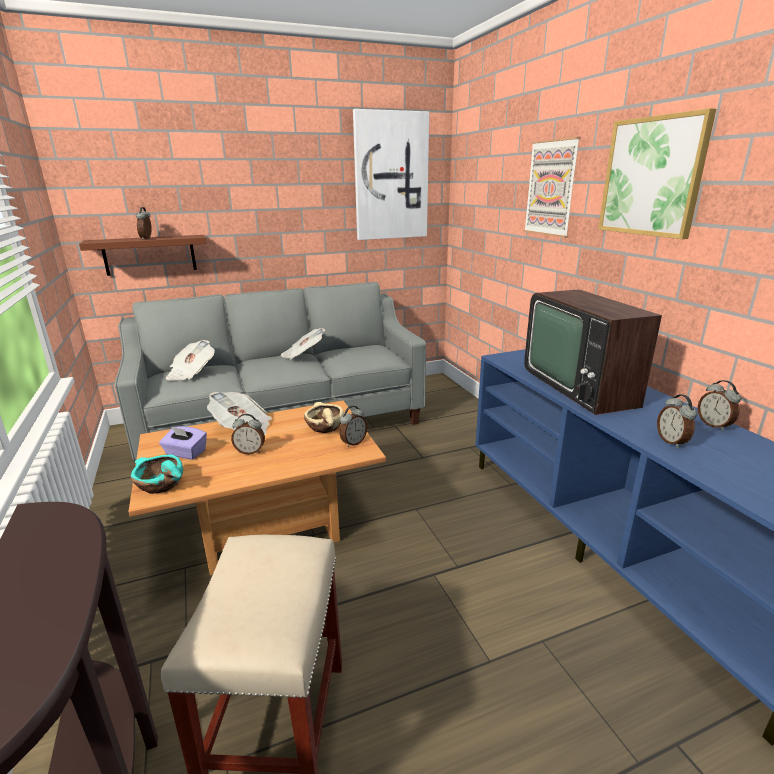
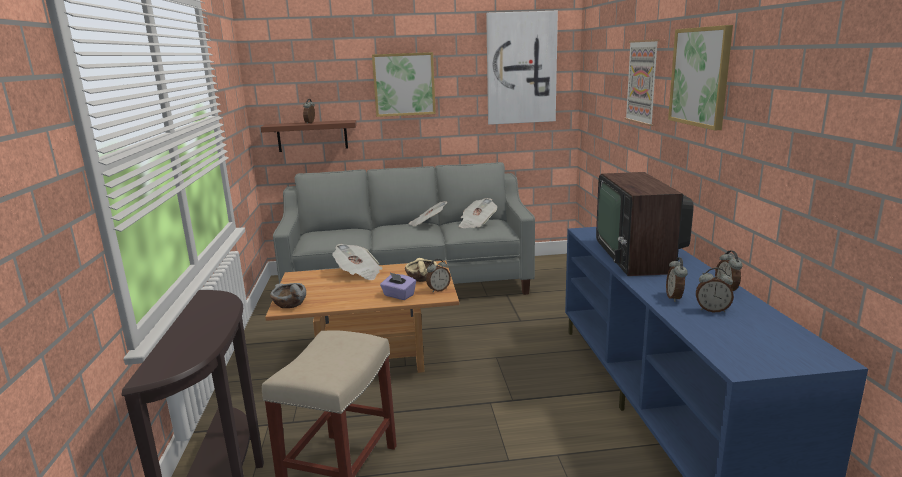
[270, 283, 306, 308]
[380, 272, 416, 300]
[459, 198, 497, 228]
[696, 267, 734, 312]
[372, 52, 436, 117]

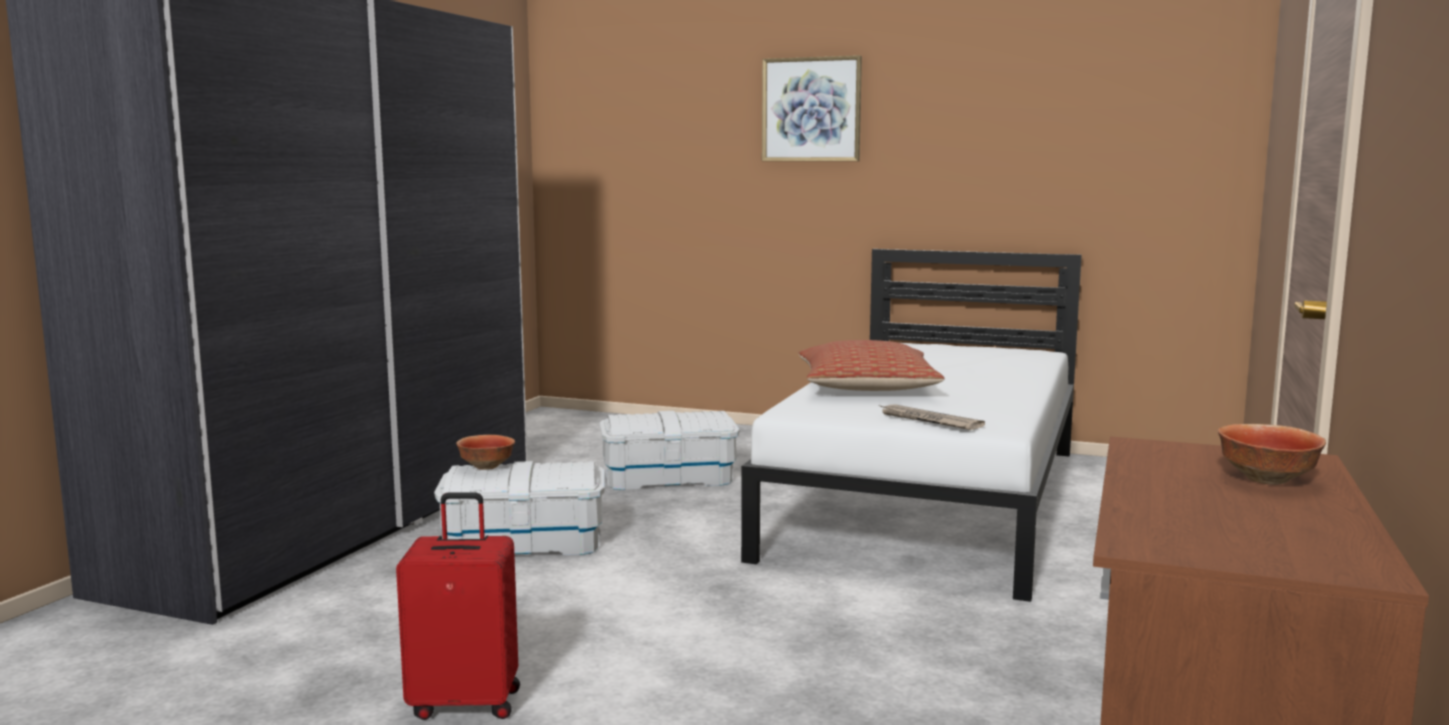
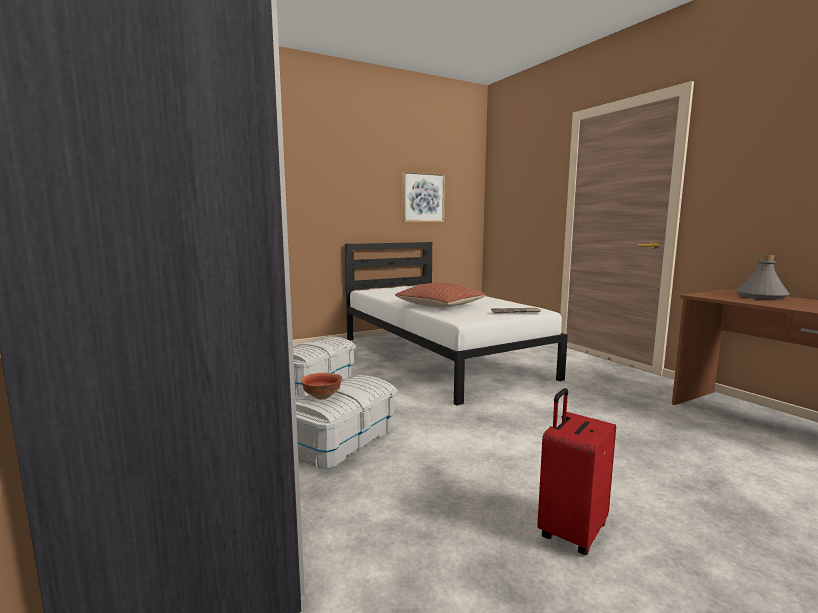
[402, 171, 445, 222]
[736, 255, 790, 300]

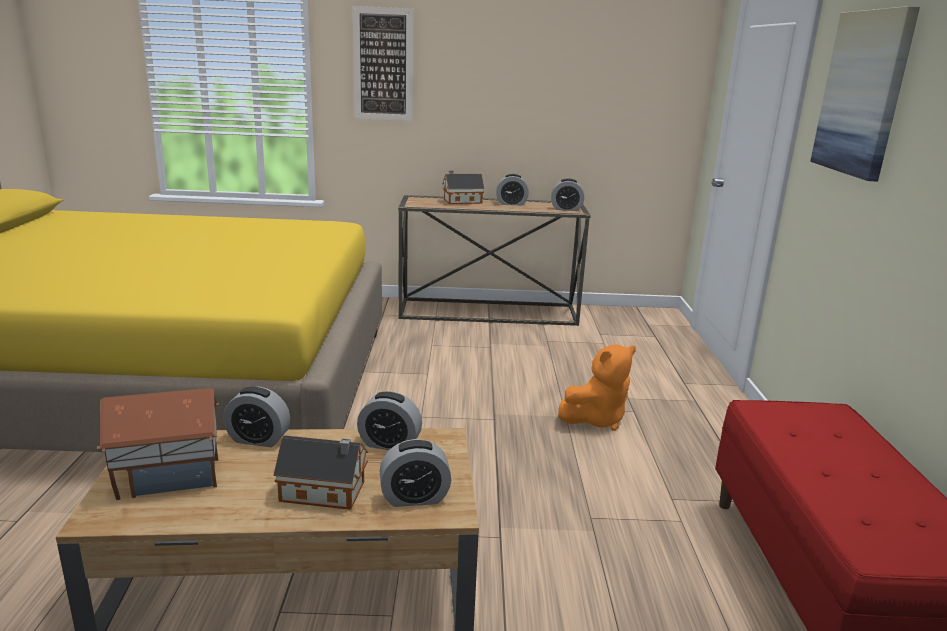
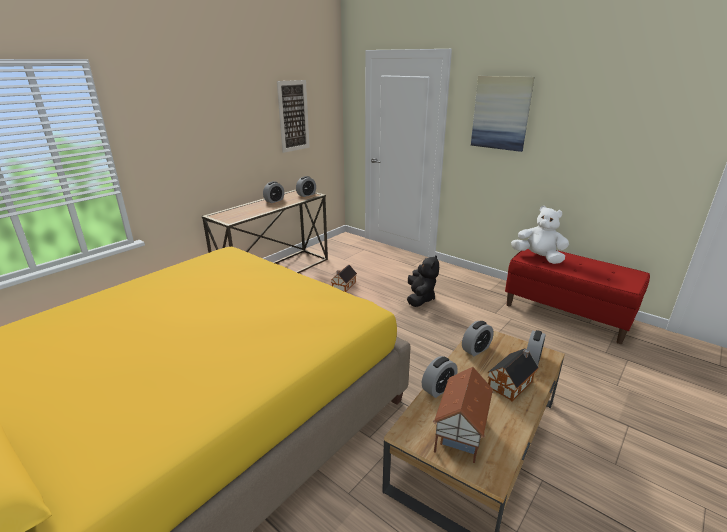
[277, 80, 310, 153]
[331, 265, 357, 292]
[407, 255, 439, 307]
[511, 206, 569, 264]

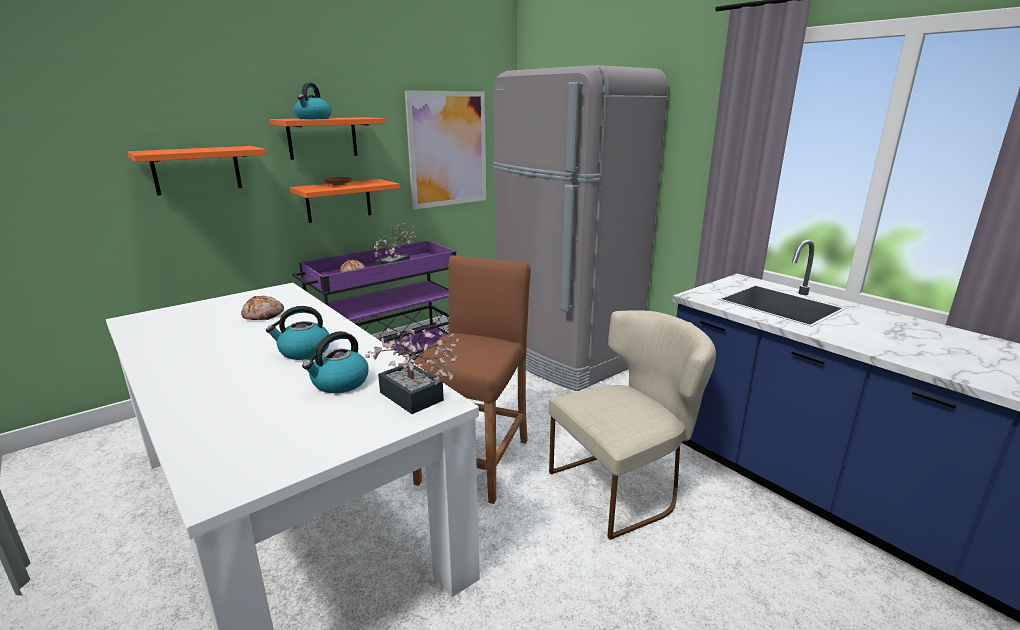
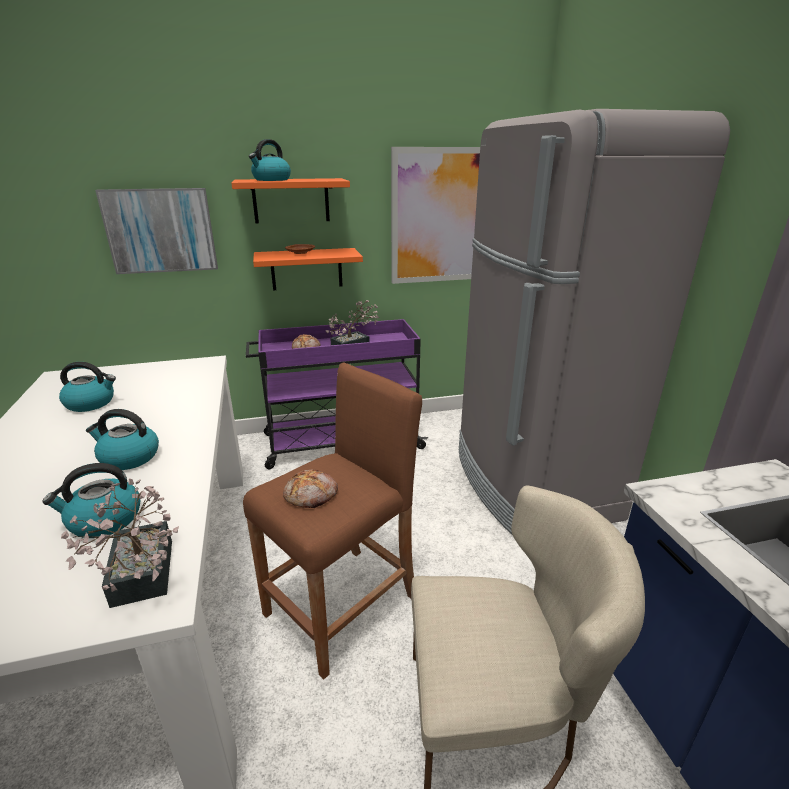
[95, 188, 218, 274]
[283, 470, 338, 508]
[59, 362, 116, 412]

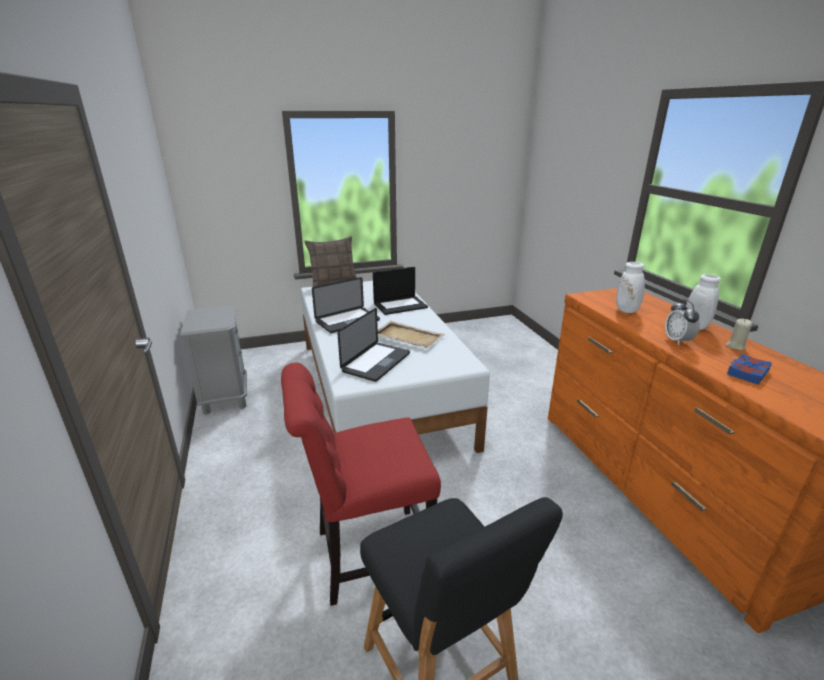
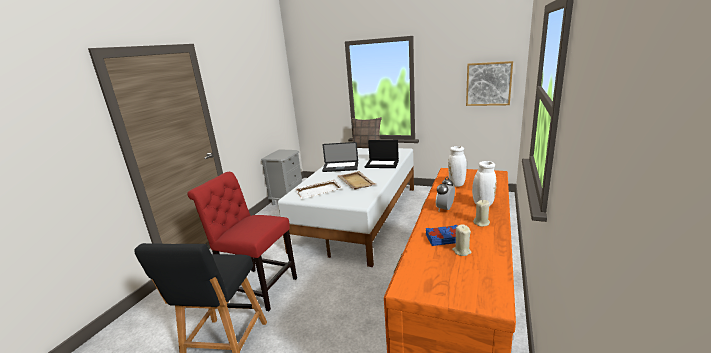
[295, 180, 343, 199]
[452, 224, 472, 256]
[466, 61, 513, 106]

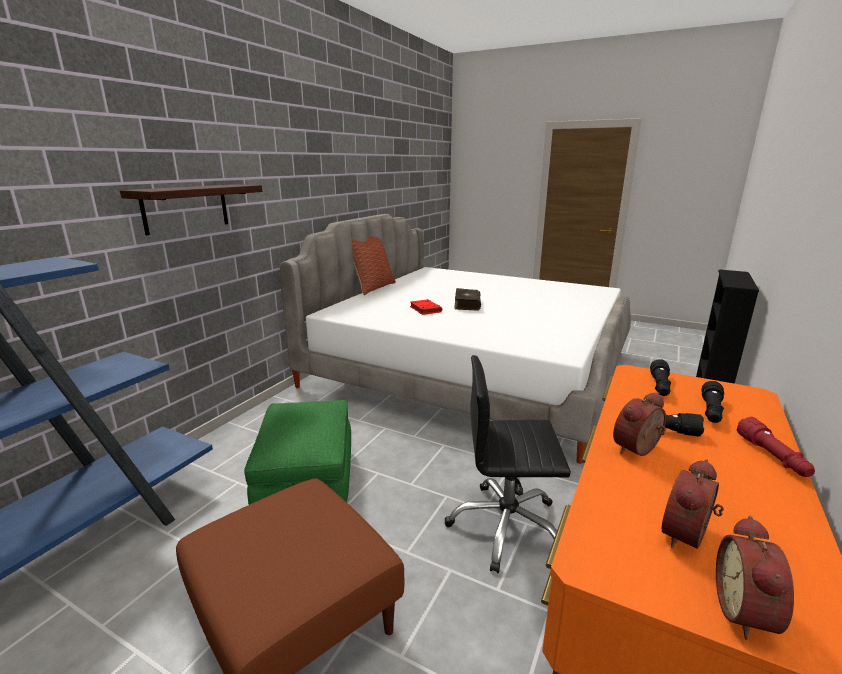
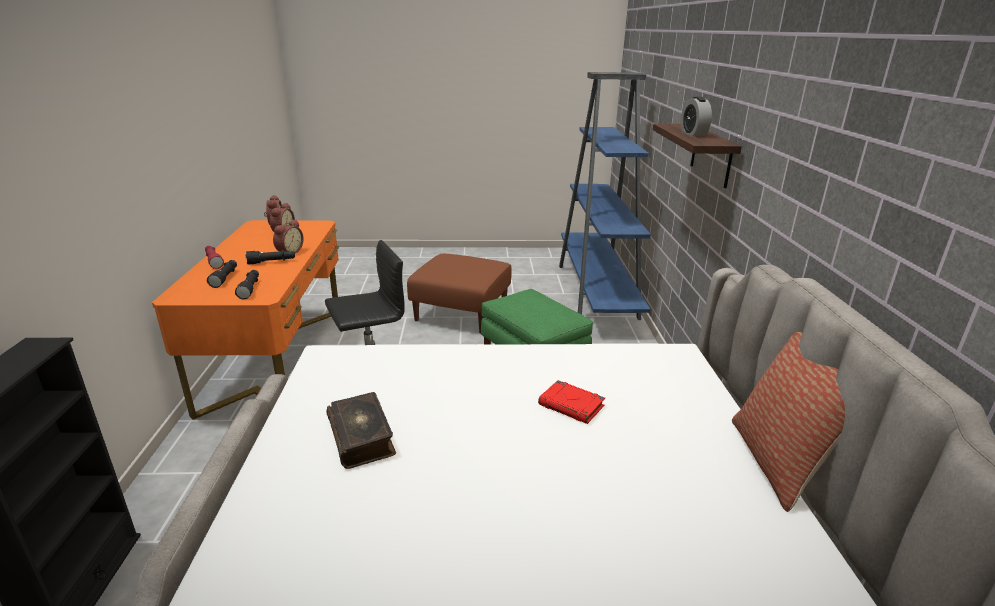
[326, 392, 396, 469]
[681, 97, 712, 136]

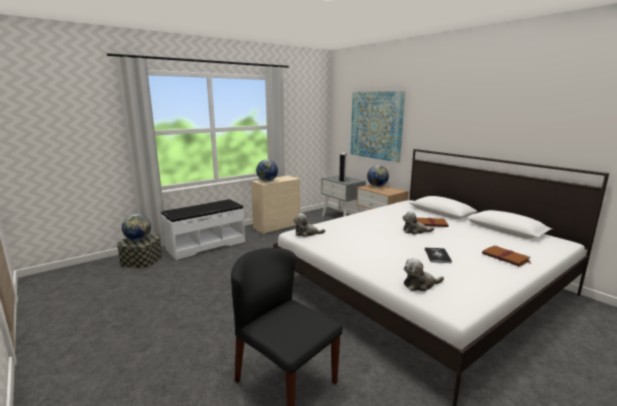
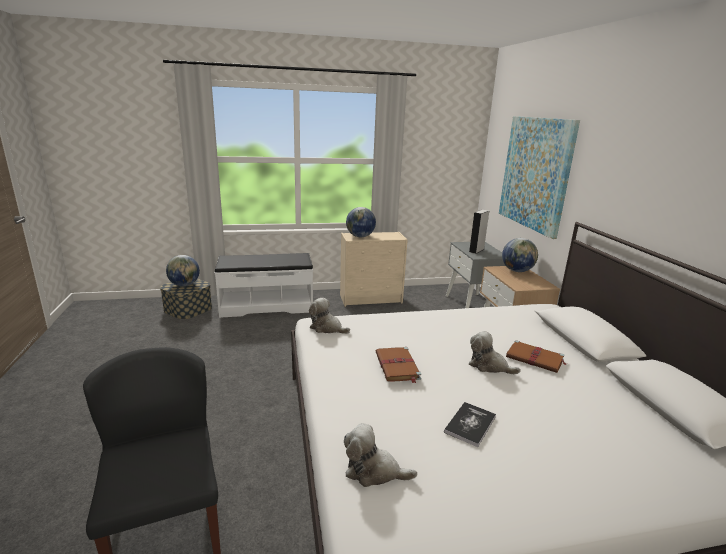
[376, 347, 421, 383]

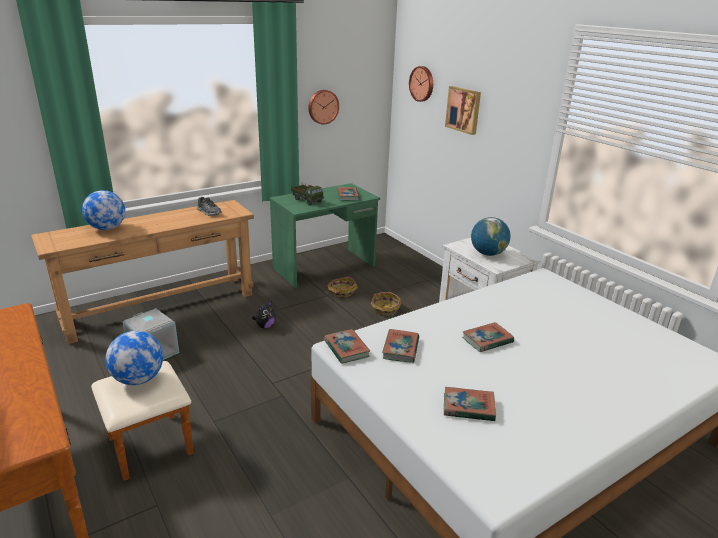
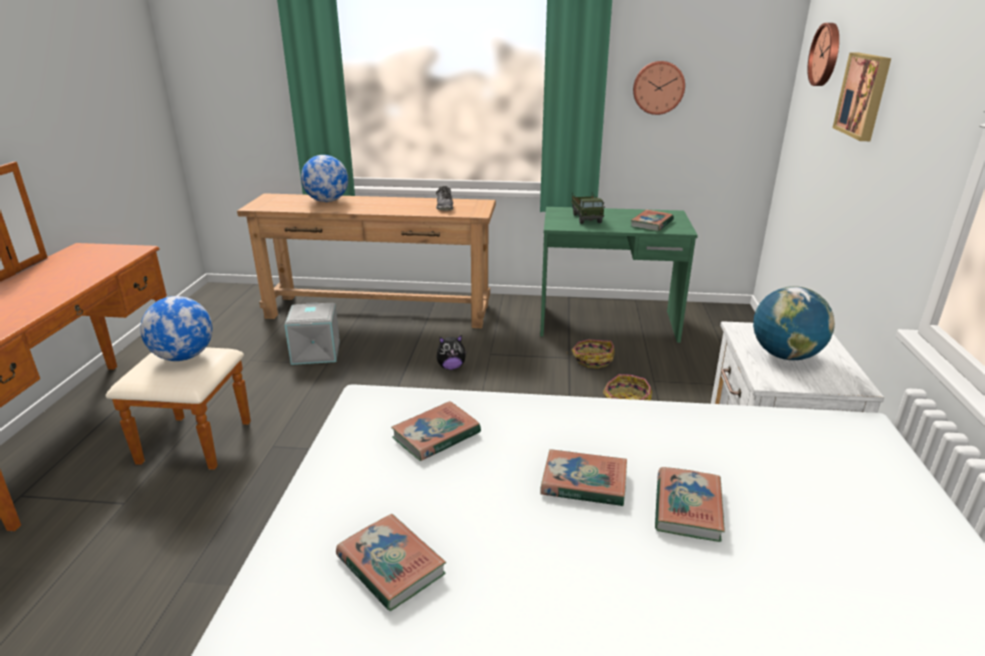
[655, 467, 725, 542]

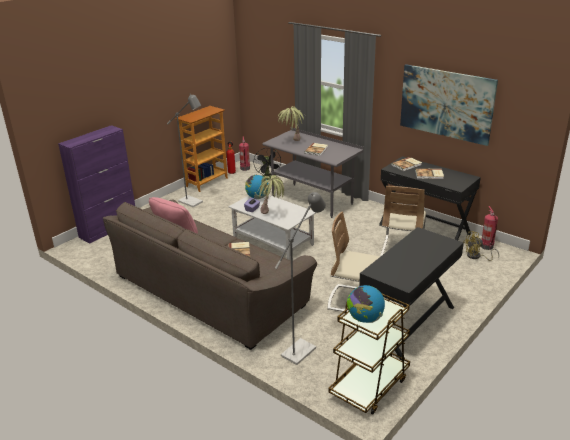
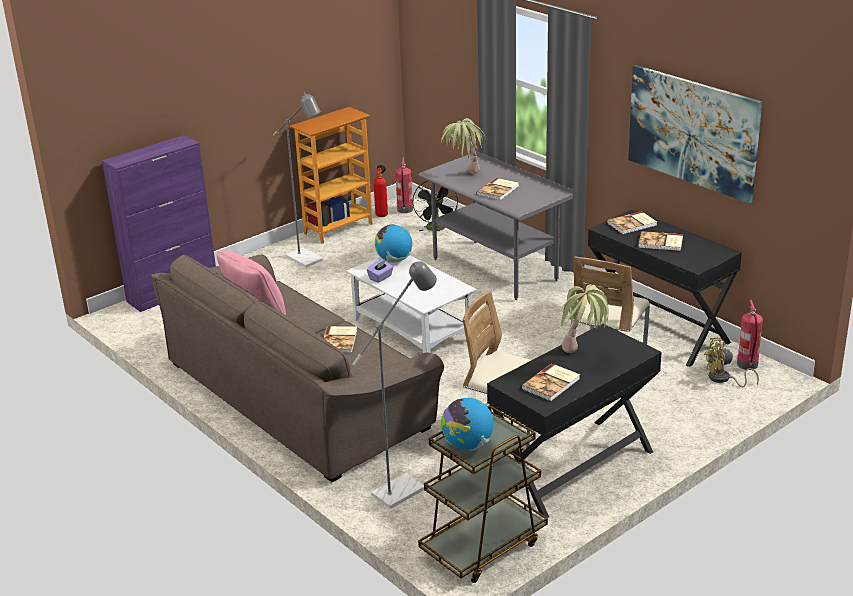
[558, 285, 609, 353]
[521, 363, 580, 401]

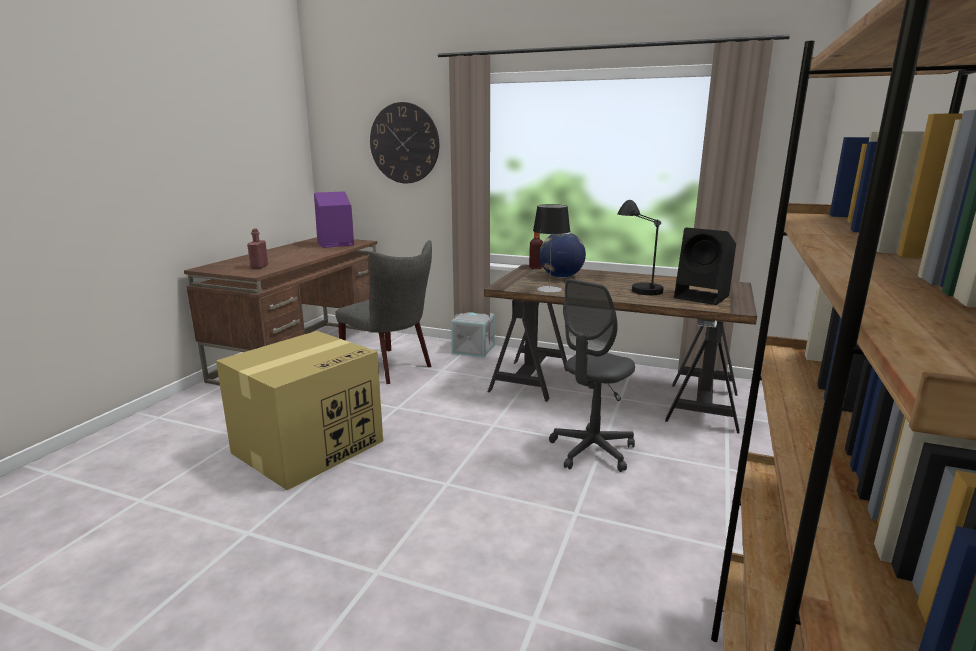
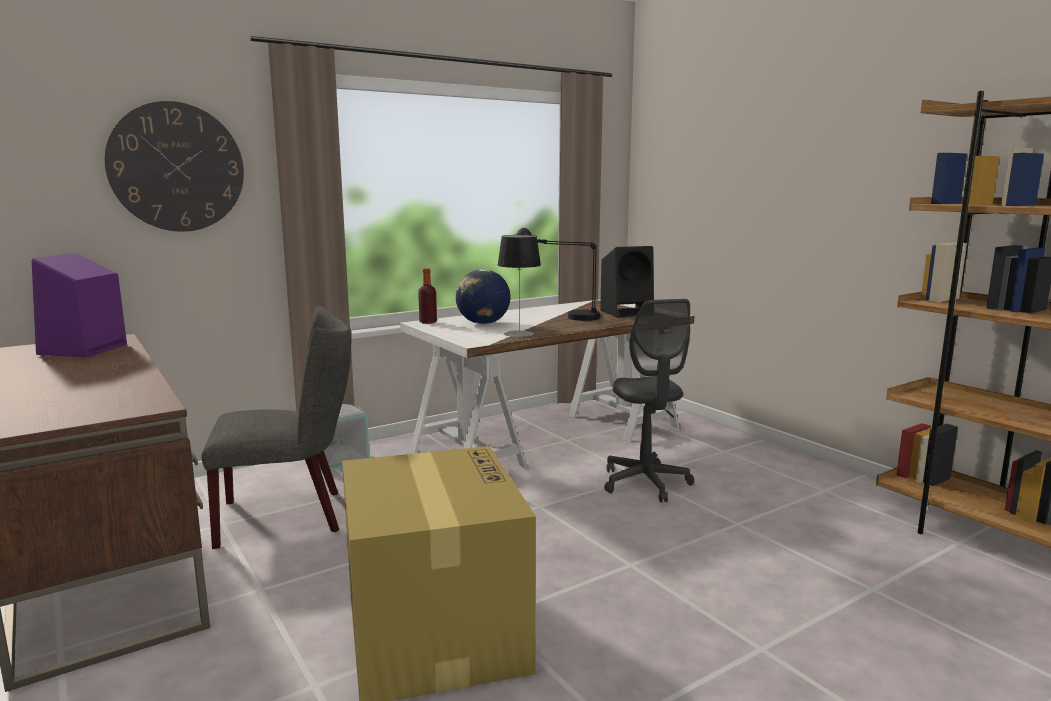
[247, 229, 268, 269] (first image)
[400, 299, 694, 469]

